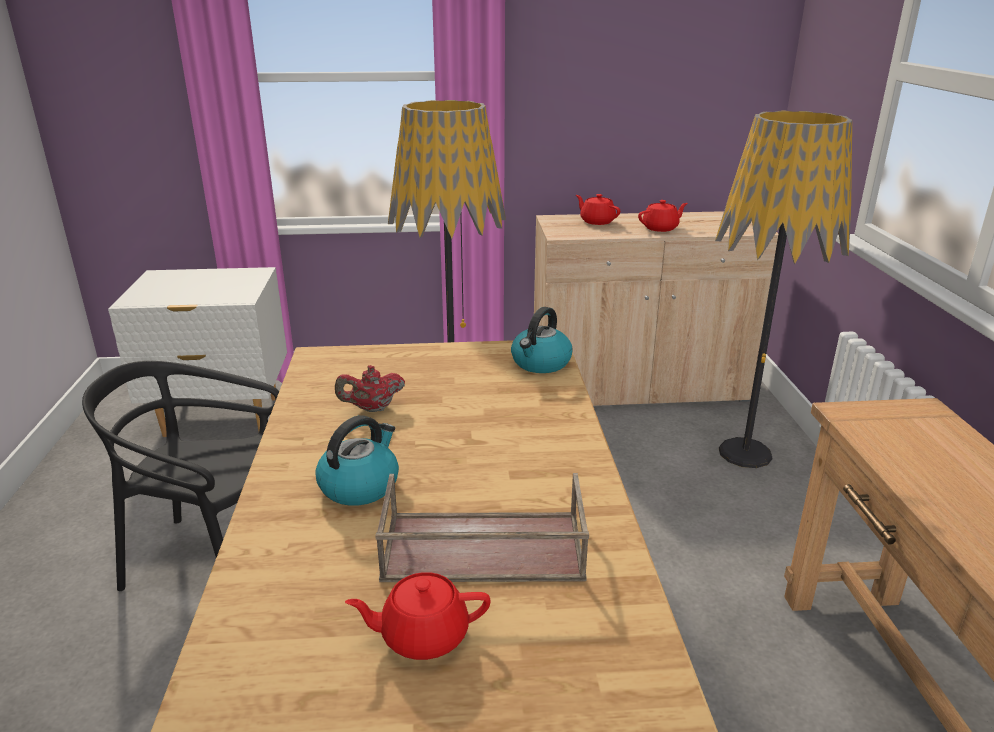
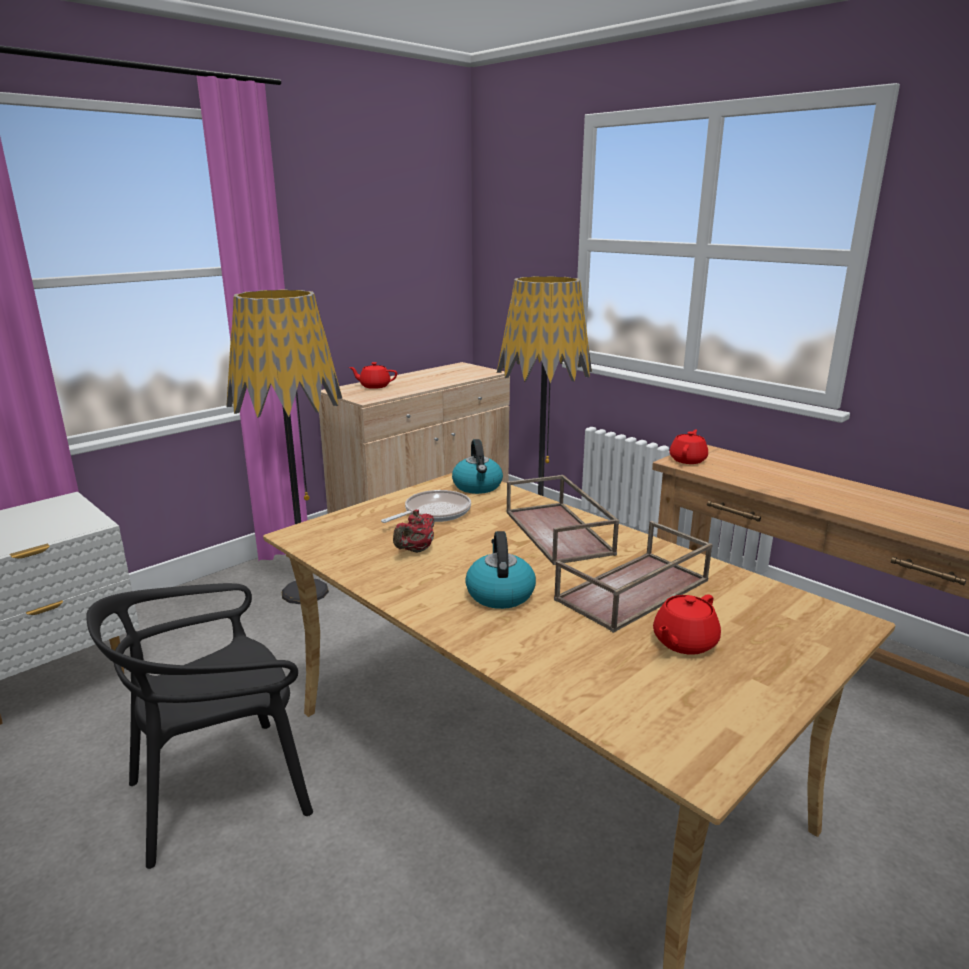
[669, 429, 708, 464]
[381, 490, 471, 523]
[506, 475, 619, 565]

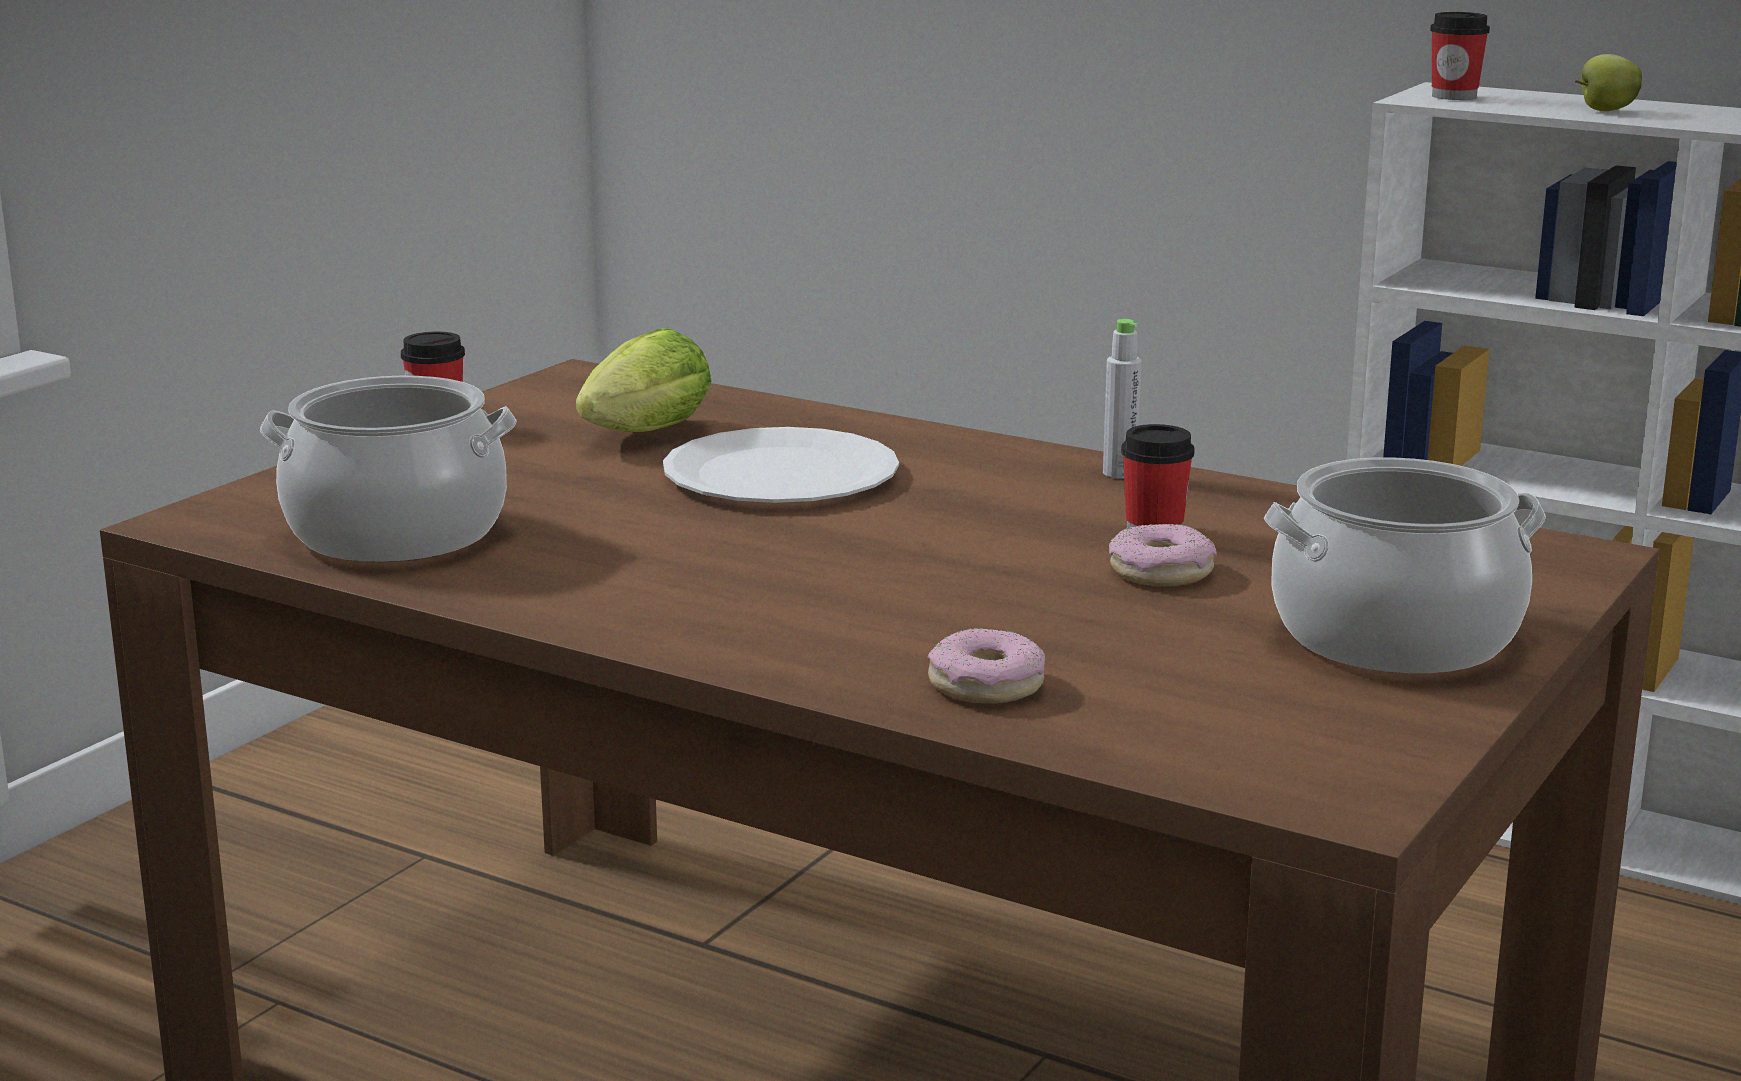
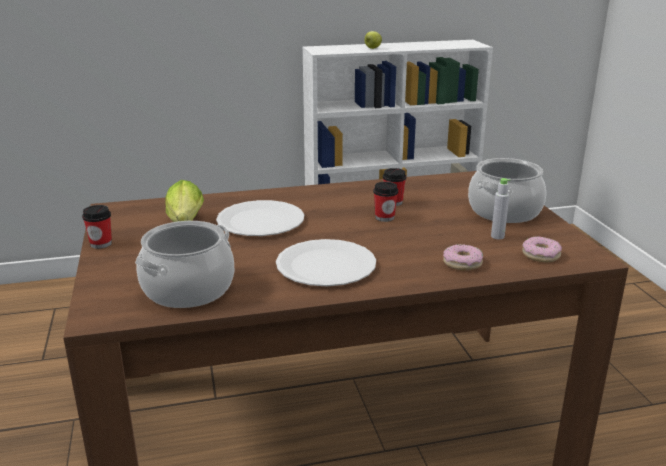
[491, 178, 510, 239]
[522, 236, 562, 262]
[373, 182, 398, 222]
[276, 239, 376, 286]

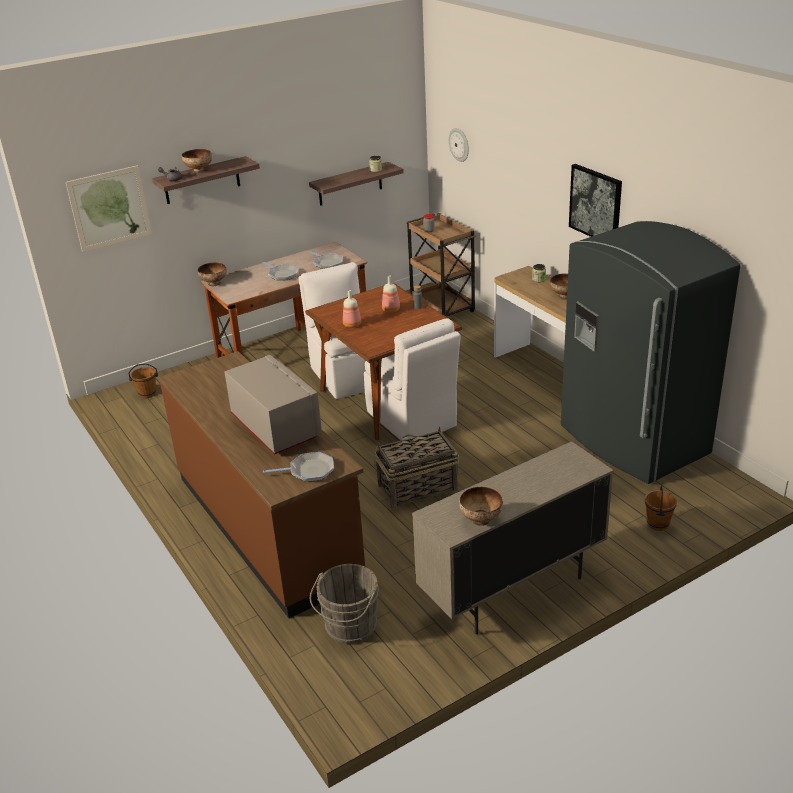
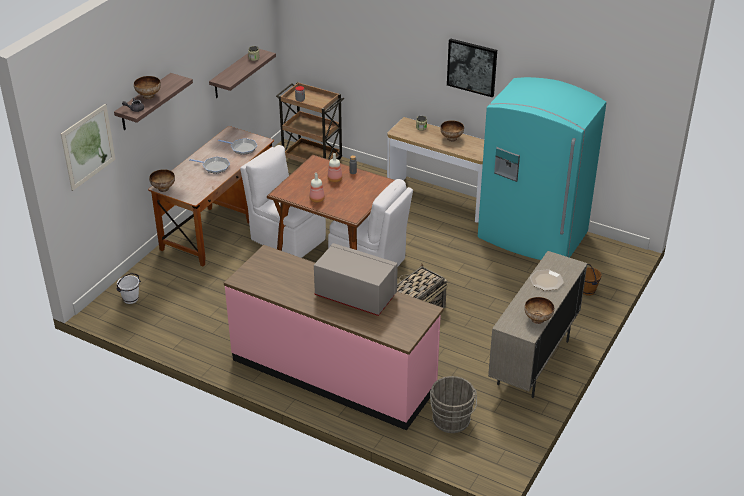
[116, 273, 141, 304]
[224, 245, 444, 431]
[263, 452, 334, 482] (first image)
[449, 128, 469, 162] (first image)
[478, 77, 606, 260]
[530, 269, 564, 291]

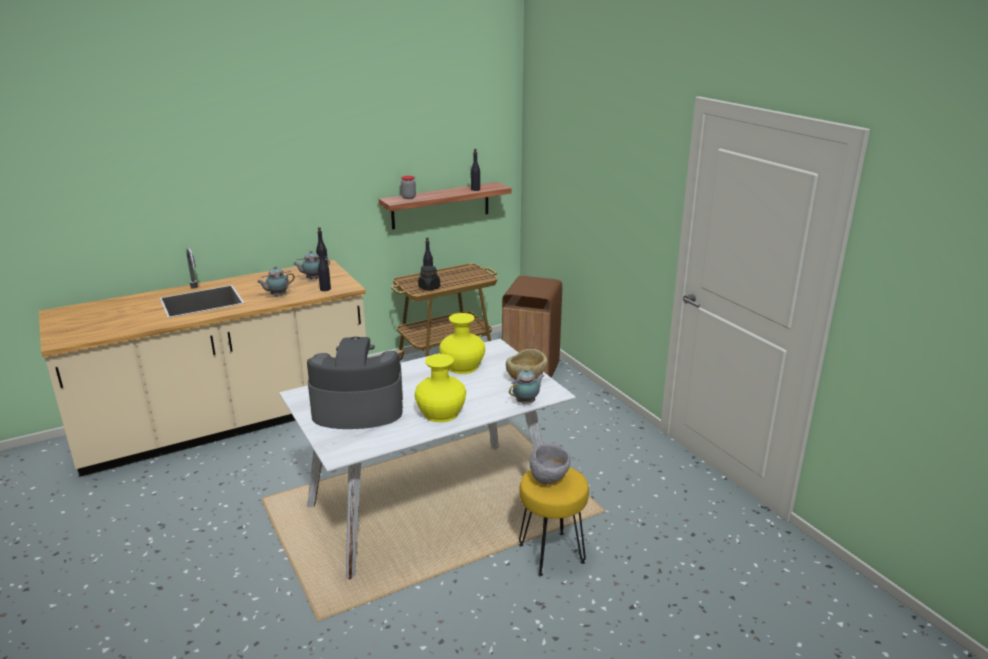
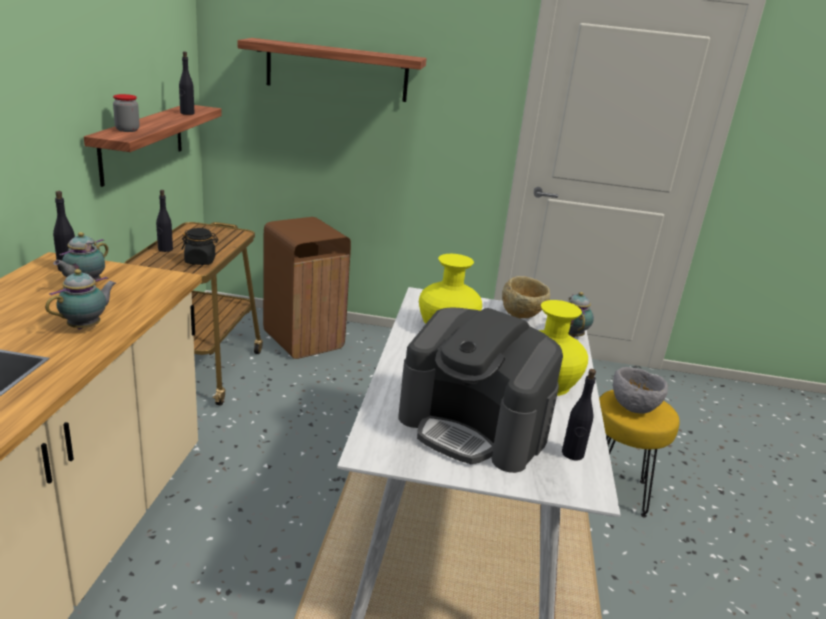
[45, 269, 116, 329]
[398, 307, 563, 473]
[562, 369, 596, 461]
[238, 38, 427, 102]

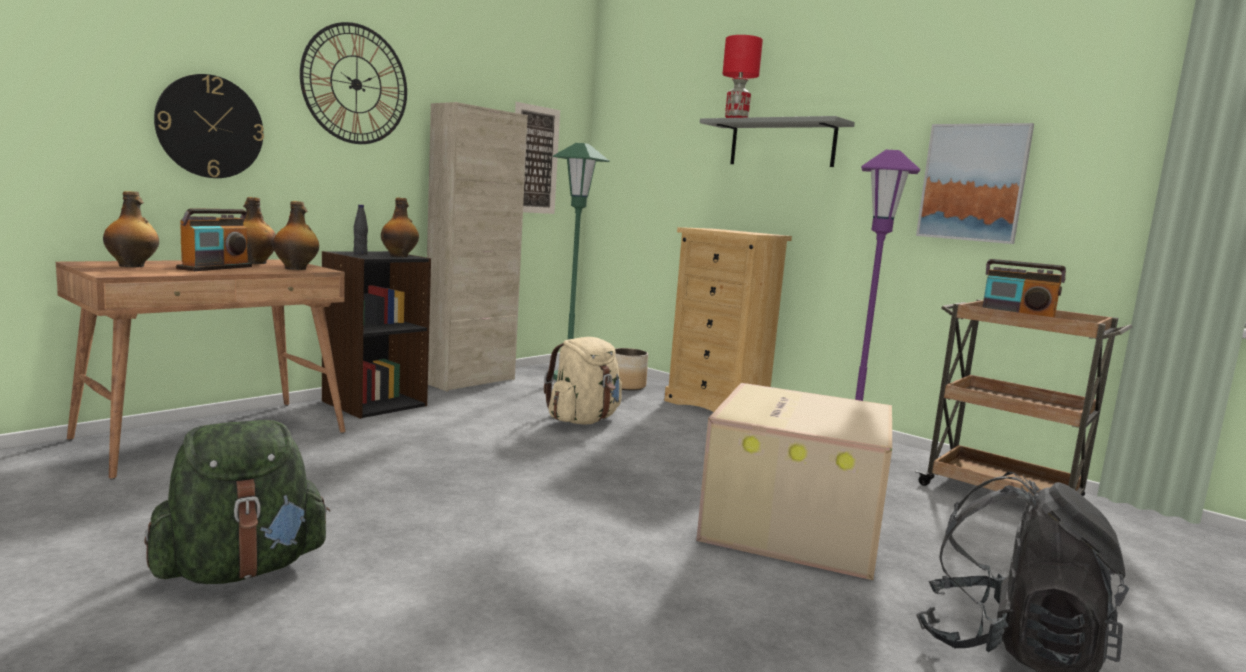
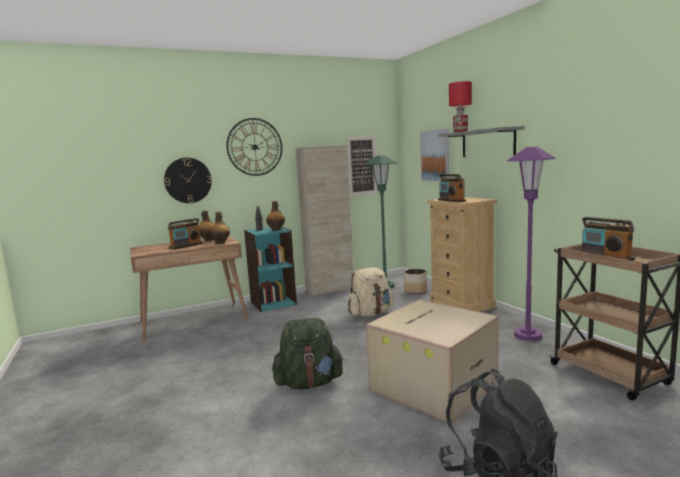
[103, 191, 159, 267] (first image)
[272, 318, 344, 390]
[244, 227, 297, 312]
[420, 128, 449, 182]
[438, 174, 466, 202]

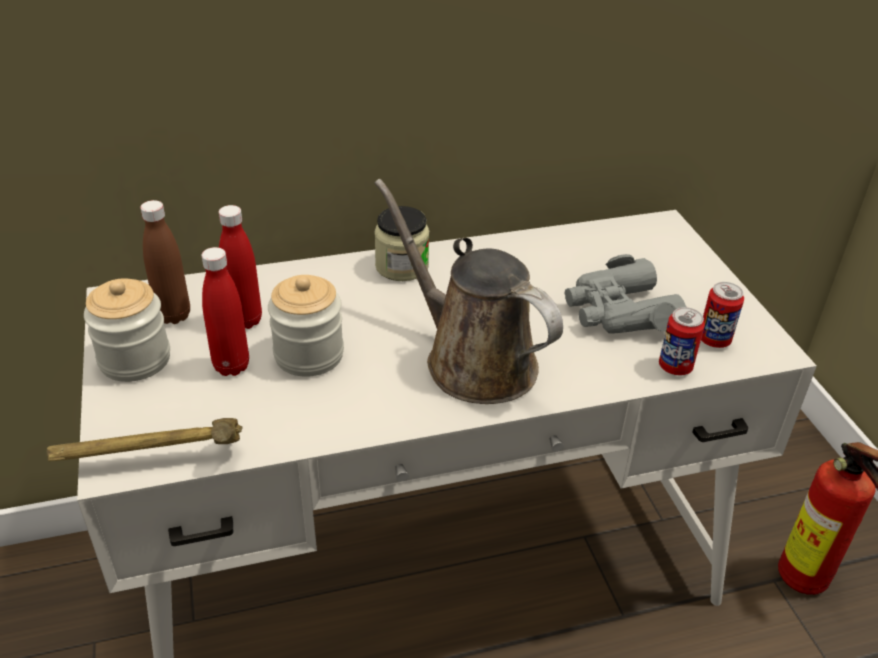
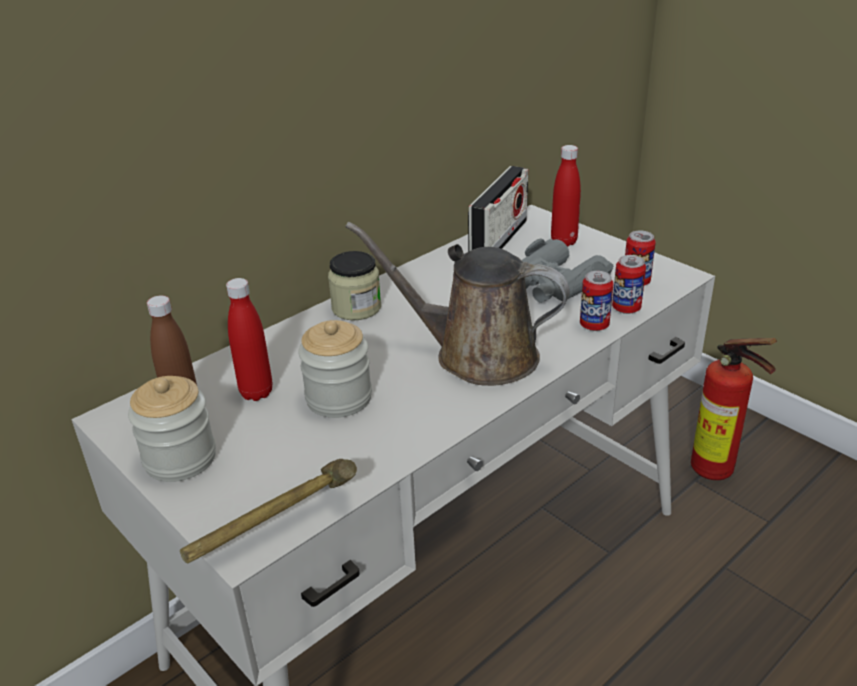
[551, 145, 581, 247]
[468, 166, 528, 252]
[580, 271, 614, 331]

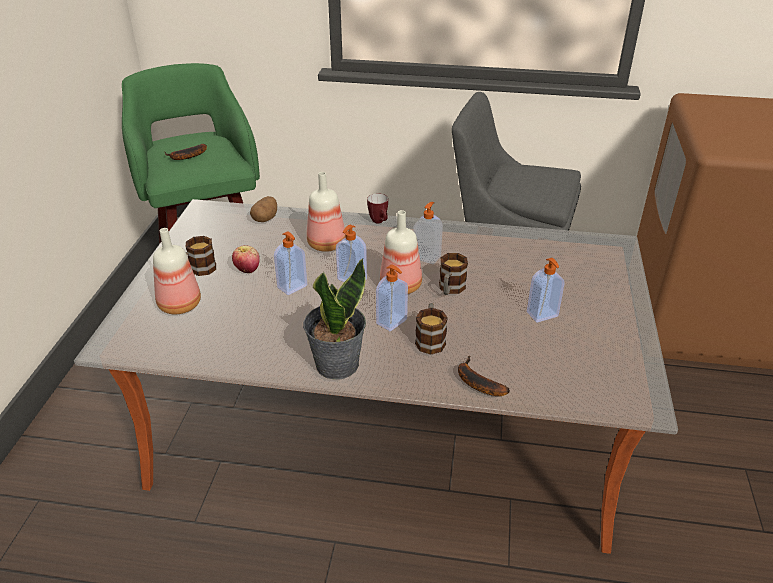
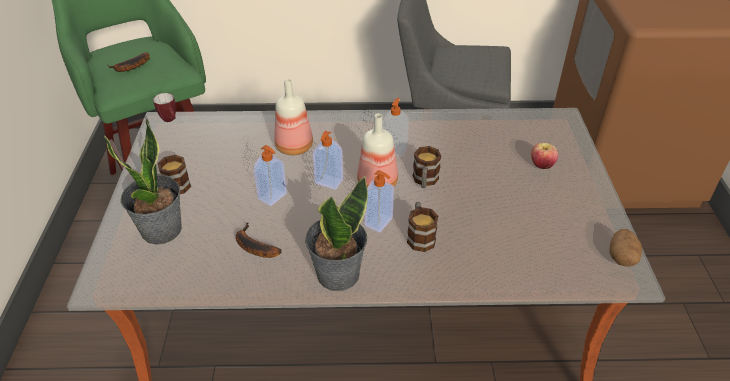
[104, 118, 182, 245]
[531, 142, 558, 169]
[610, 229, 642, 267]
[153, 93, 176, 122]
[236, 222, 282, 258]
[527, 258, 565, 322] (first image)

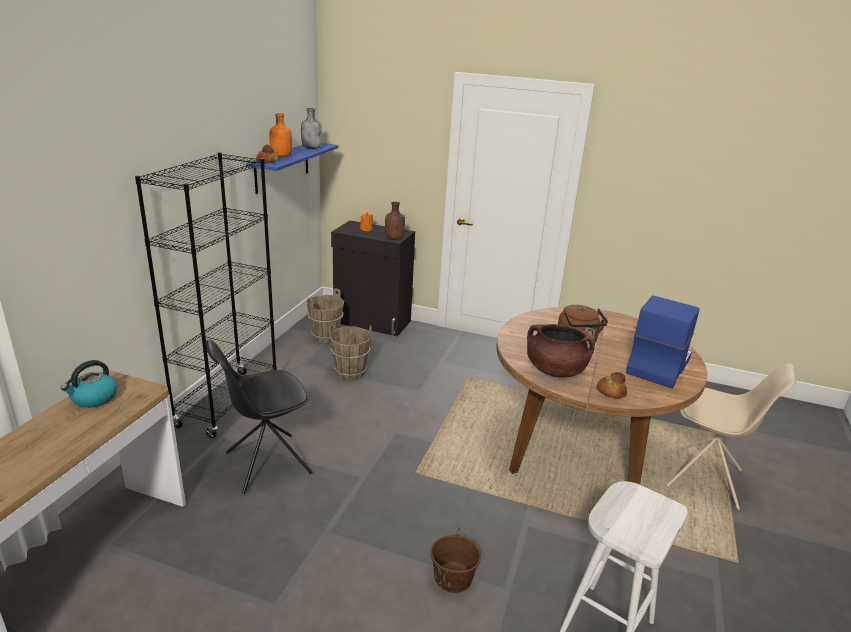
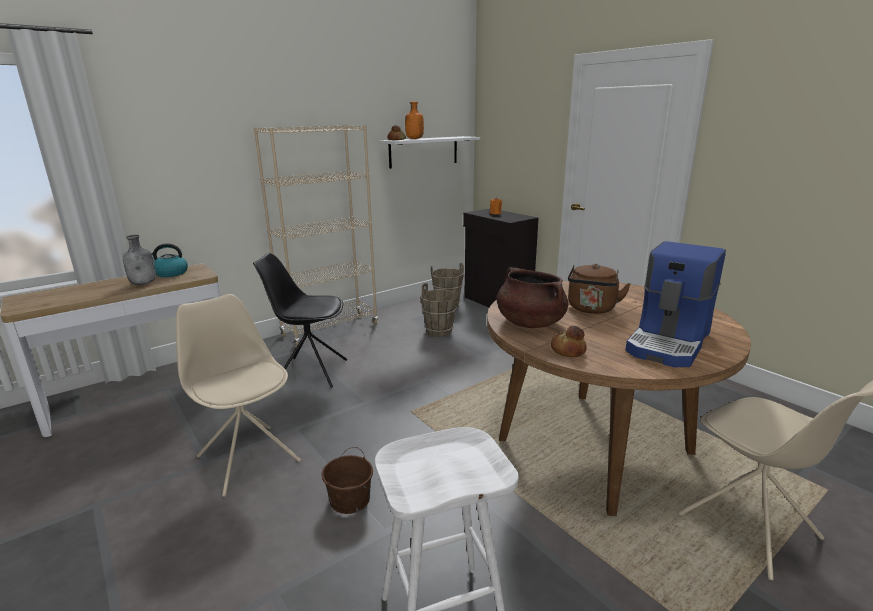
[253, 125, 378, 348]
[379, 136, 480, 169]
[123, 235, 156, 285]
[385, 202, 405, 240] (first image)
[625, 241, 726, 367]
[176, 294, 301, 497]

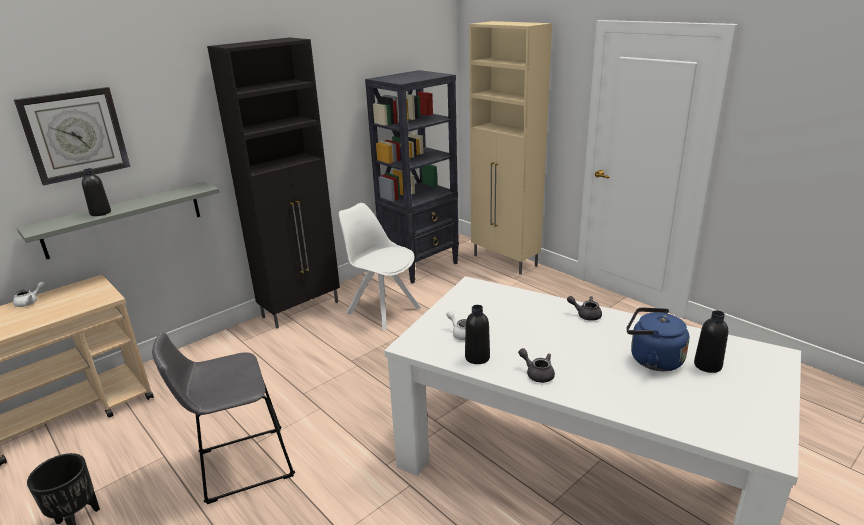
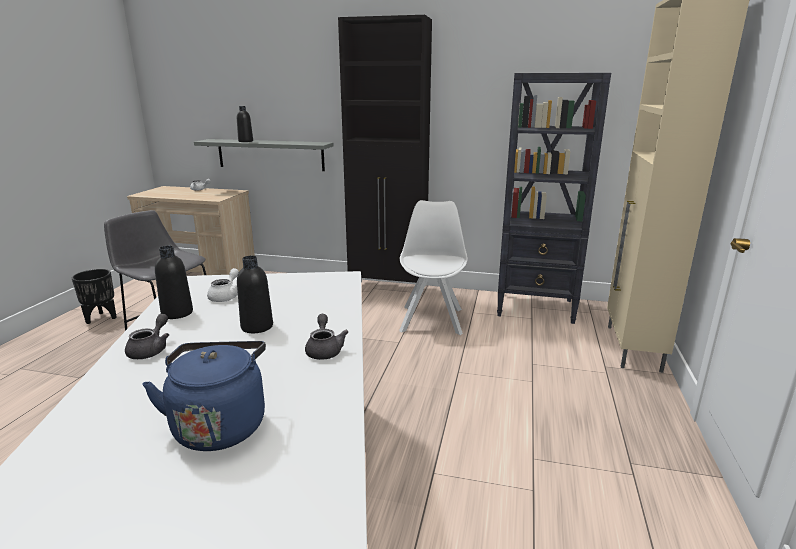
[14, 87, 130, 186] (first image)
[237, 256, 273, 333]

